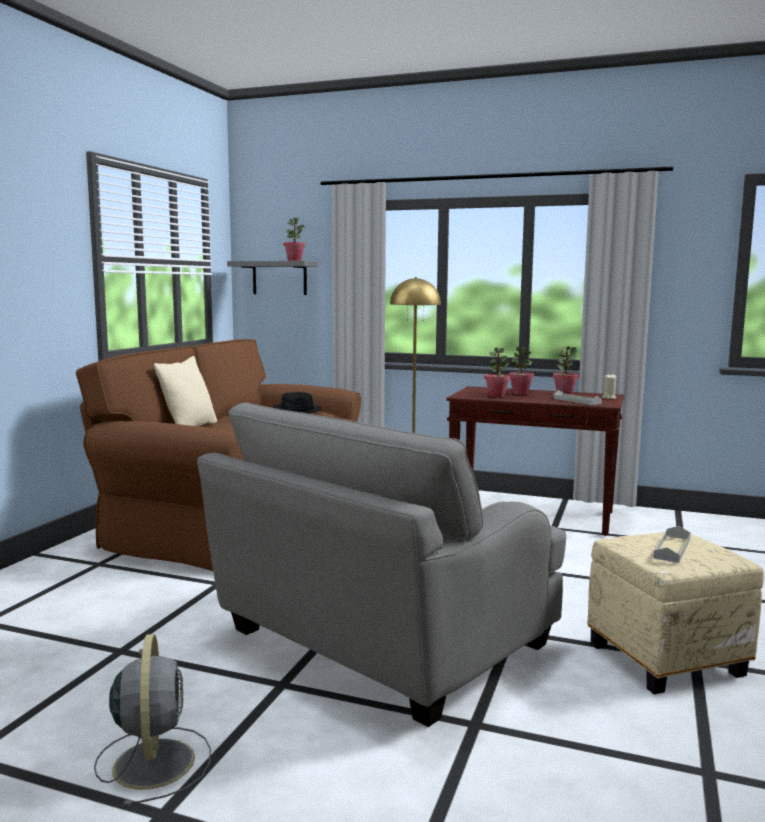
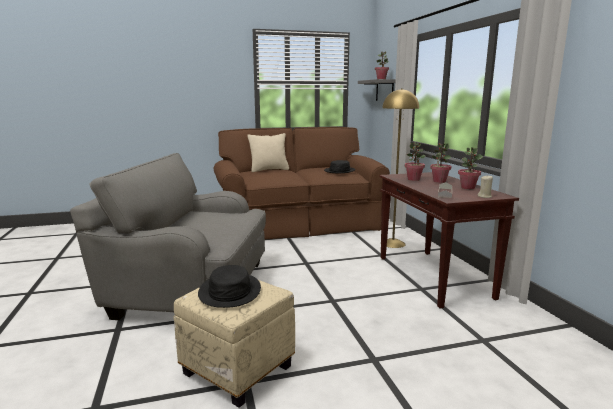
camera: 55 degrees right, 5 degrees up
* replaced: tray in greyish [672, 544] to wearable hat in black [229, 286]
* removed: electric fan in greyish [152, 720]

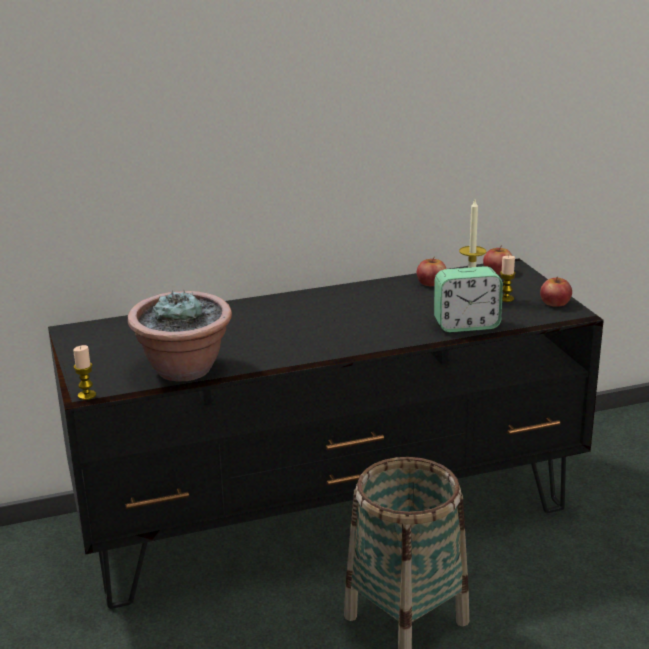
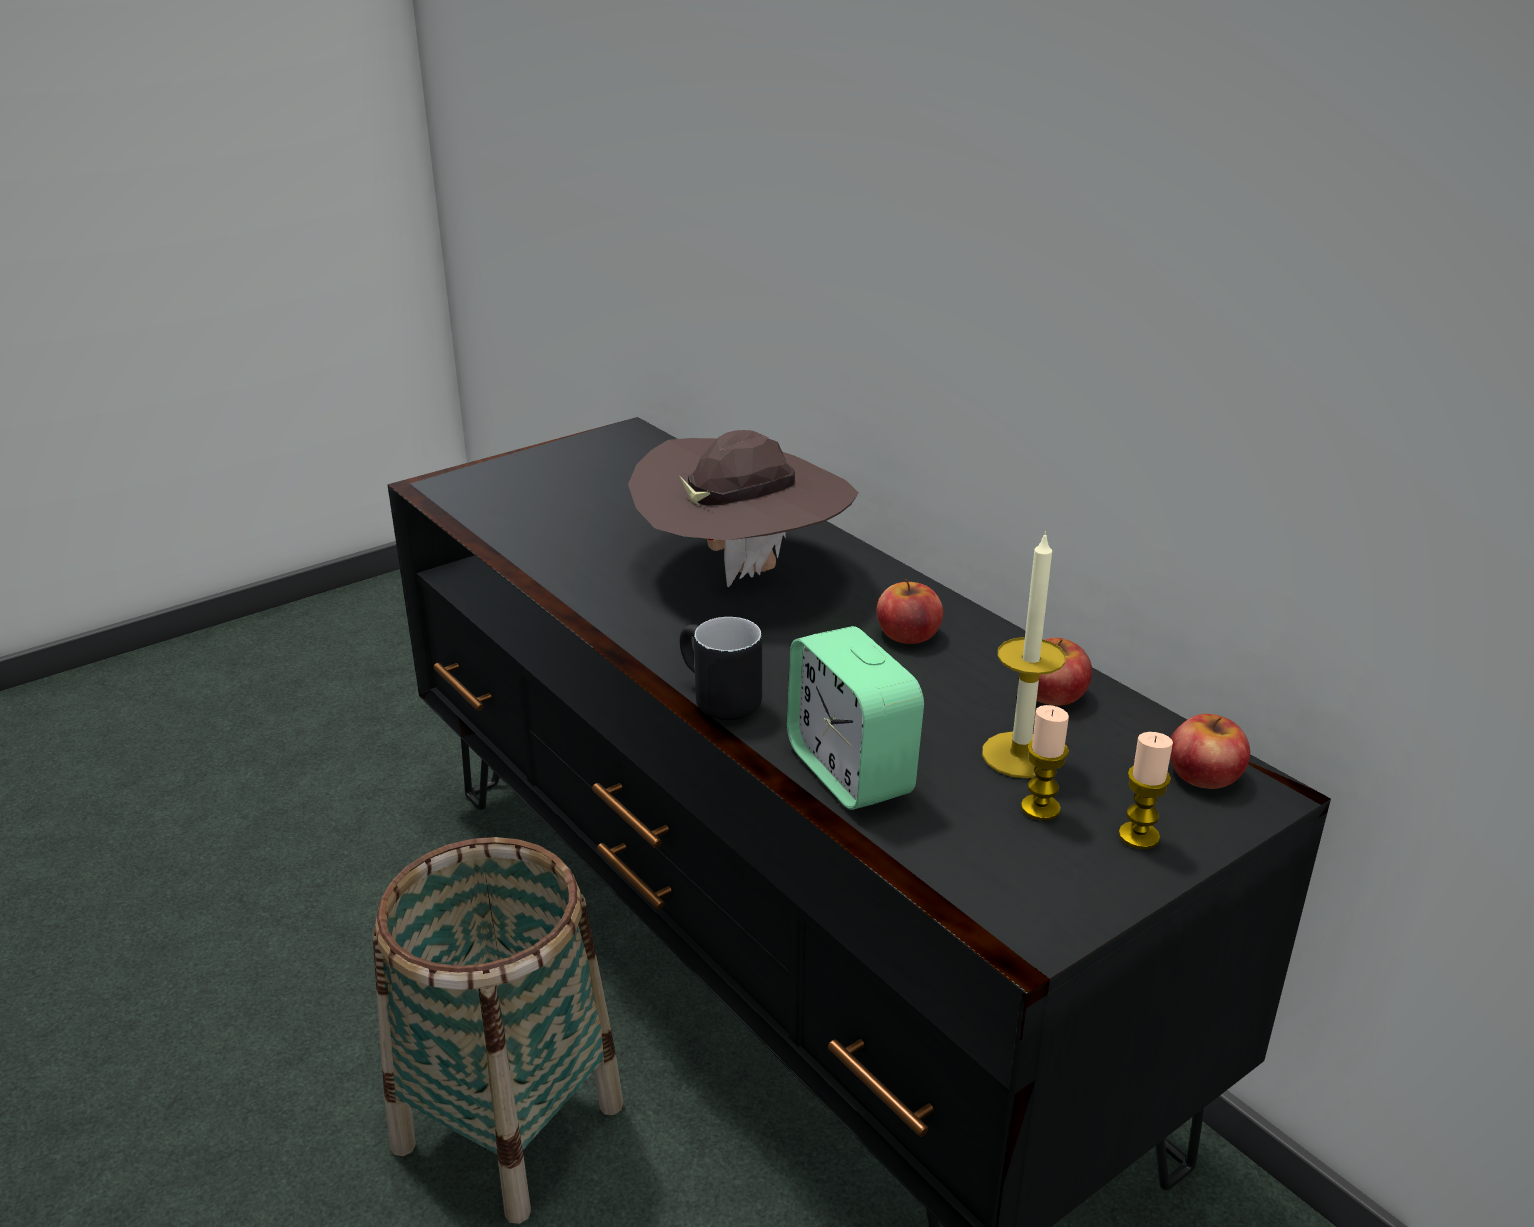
camera: 70 degrees right, 5 degrees up
* added: wearable hat in brown [743, 508]
* added: tea mug in black [721, 668]
* moved: apple fruit [556, 291] to [909, 611]
* moved: wax candle [84, 372] to [1146, 790]
* removed: potted plant [180, 336]

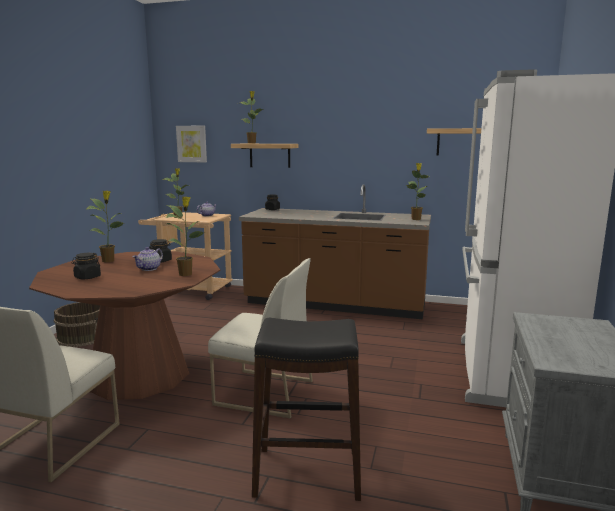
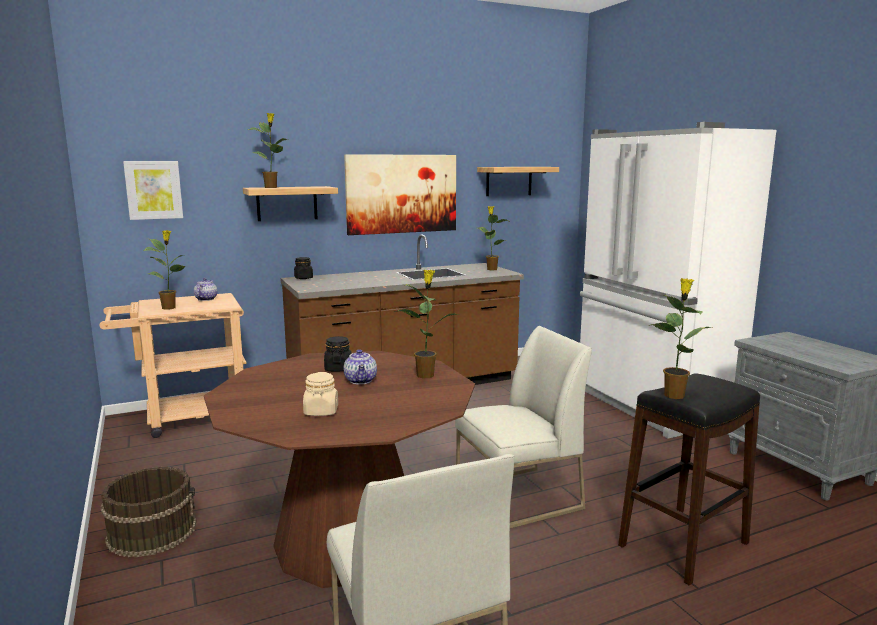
camera: 40 degrees left, 0 degrees up
* recoloured: jar in black [86, 266] to jar in beige [320, 394]
* added: picture [400, 194]
* moved: potted plant [105, 226] to [681, 338]

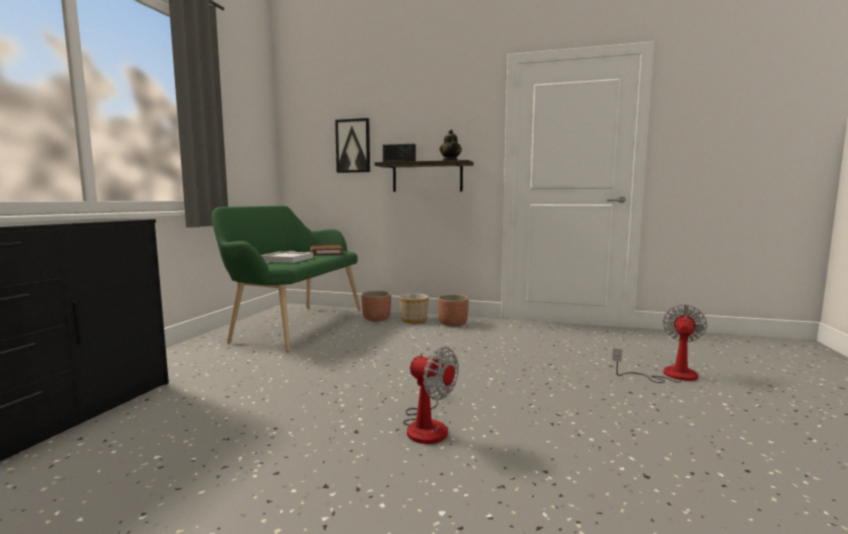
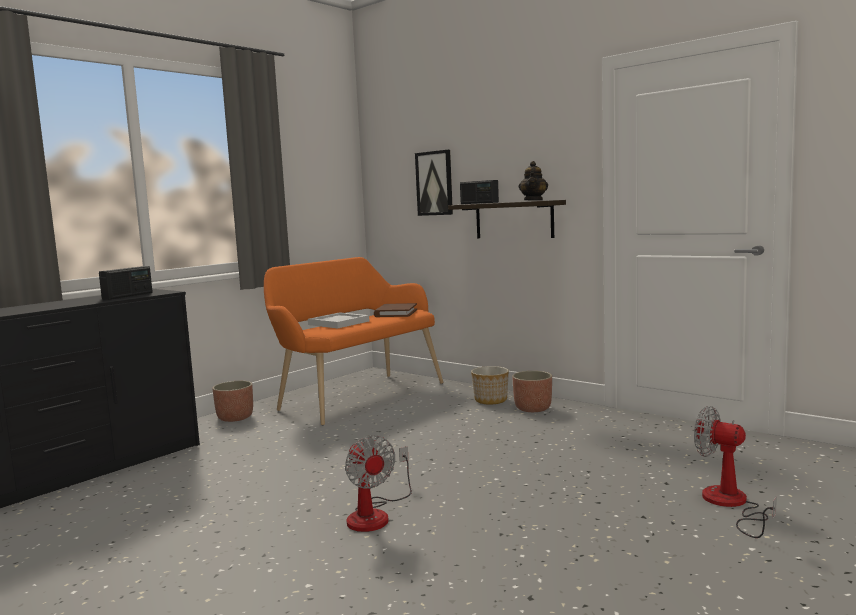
camera: 25 degrees right, 0 degrees up
* added: radio [126, 283]
* moved: planter [376, 306] to [232, 401]
* recoloured: indoor bench in green-coloured [286, 279] to indoor bench in orange [353, 341]
* turned: electric fan [659, 344] = [735, 472] 105 degrees counterclockwise

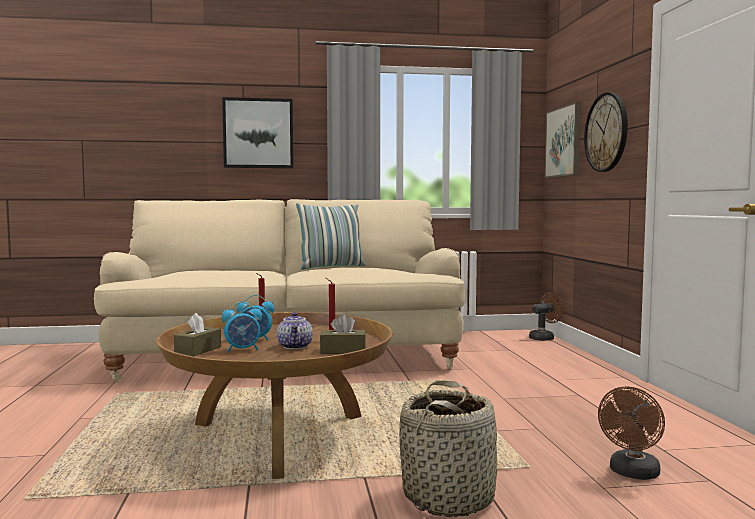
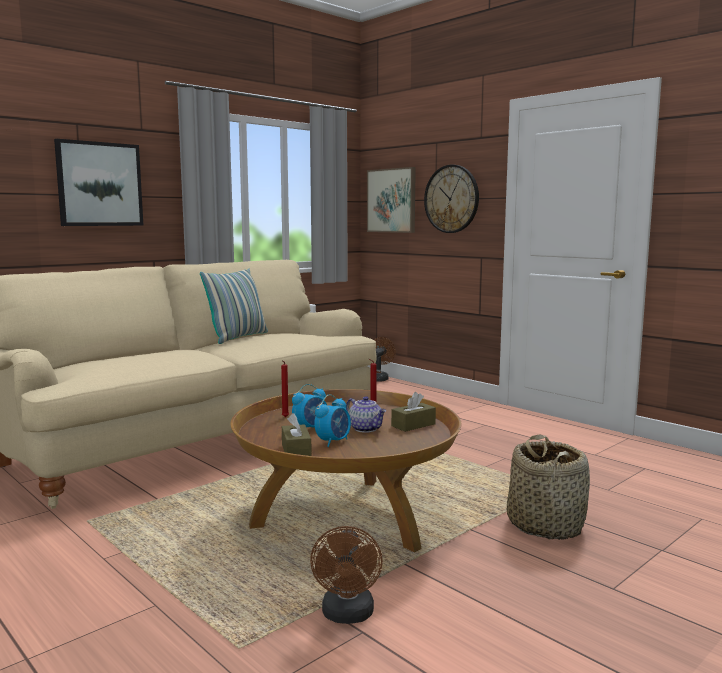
camera: 35 degrees left, 5 degrees up
* moved: electric fan in brown [631, 433] to [346, 575]

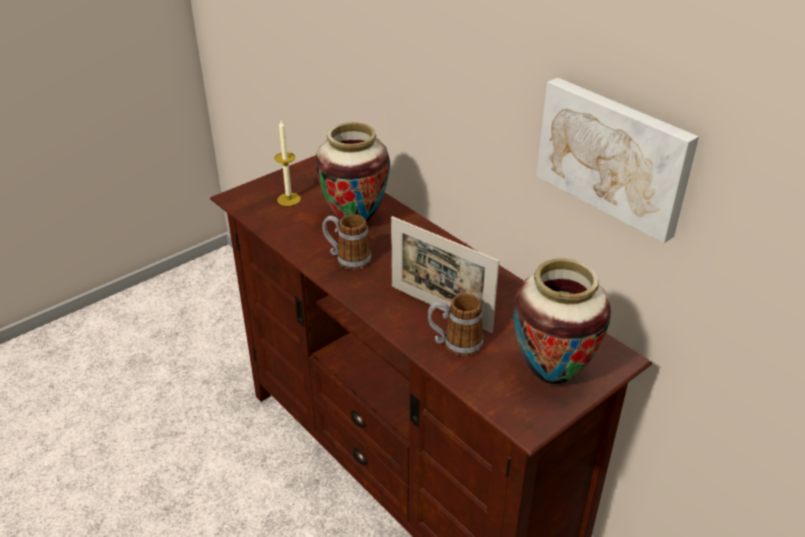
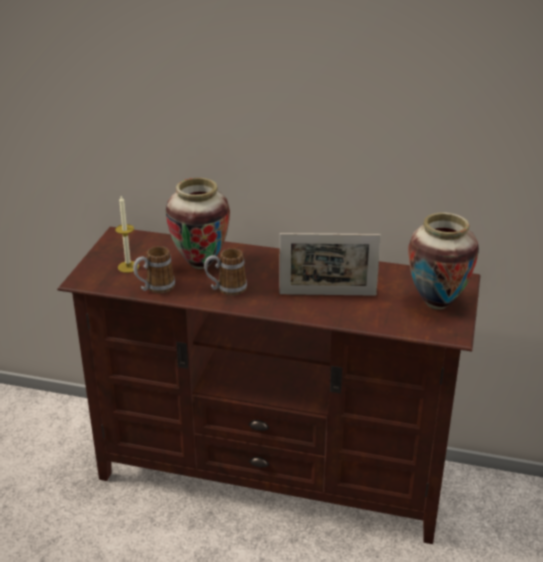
camera: 35 degrees left, 5 degrees down
* moved: tea mug [455, 324] to [154, 269]
* removed: picture [617, 160]

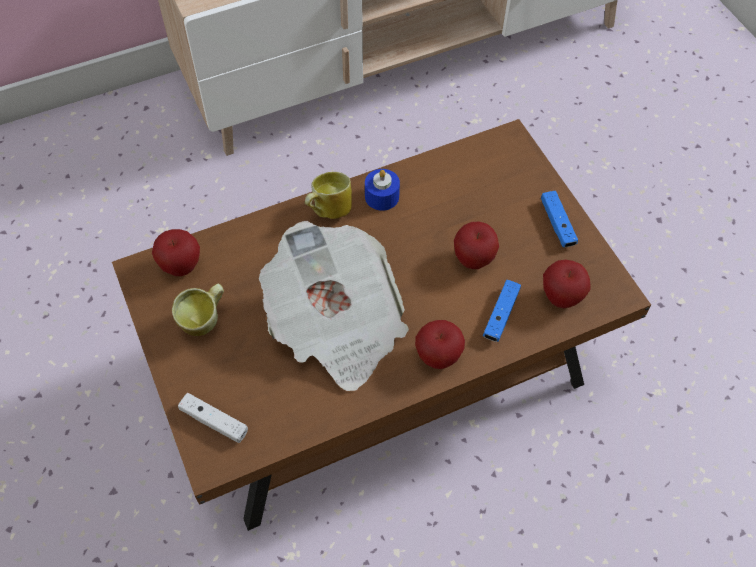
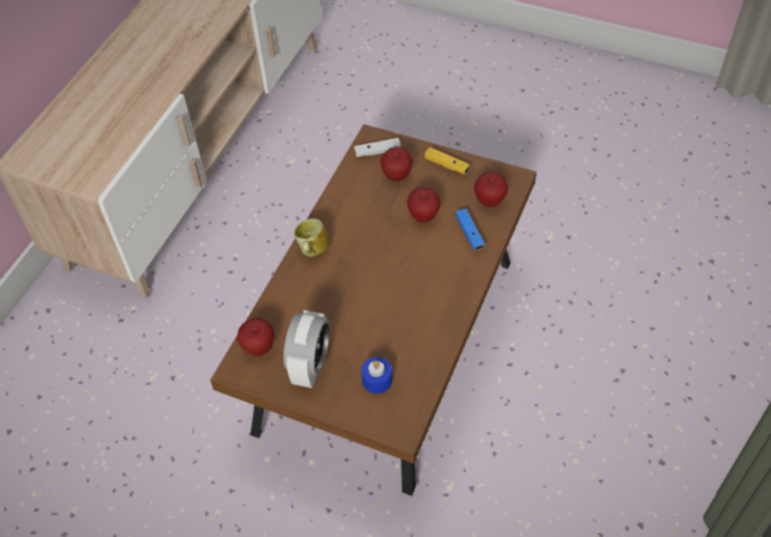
camera: 40 degrees left, 5 degrees down
* replaced: tea mug [198, 310] to bedside clock [306, 349]
* moved: joypad in whitish [213, 418] to [377, 147]
* moved: wax candle in bluish [382, 190] to [376, 375]
* moved: apple fruit [440, 344] to [396, 164]
* recoloured: joypad in bluish [559, 219] to joypad in yellow-coloured [447, 160]
* removed: newspaper [334, 306]

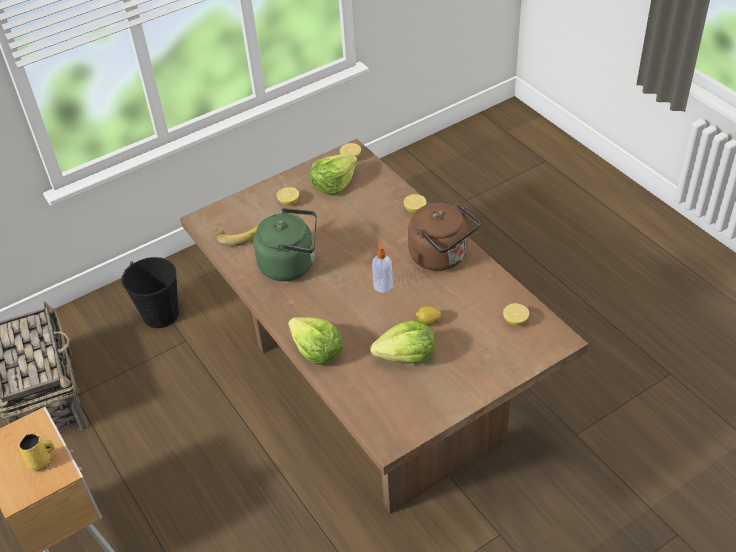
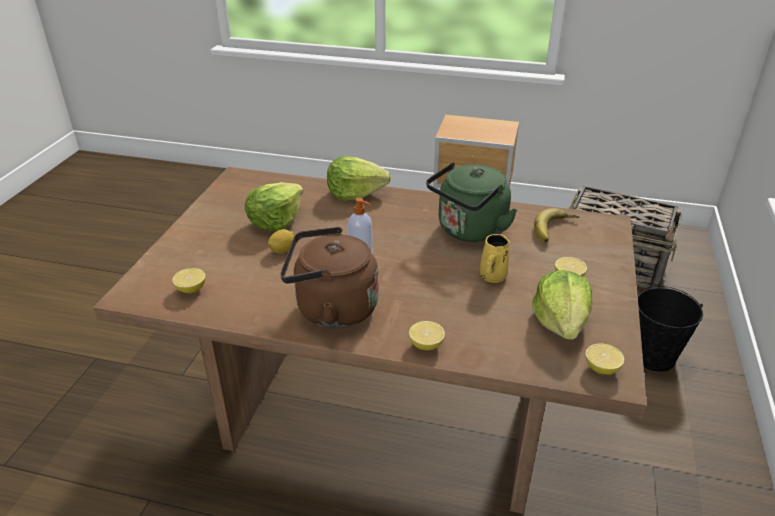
camera: 135 degrees right, 10 degrees down
* moved: tea mug in yellow-coloured [36, 452] to [494, 258]

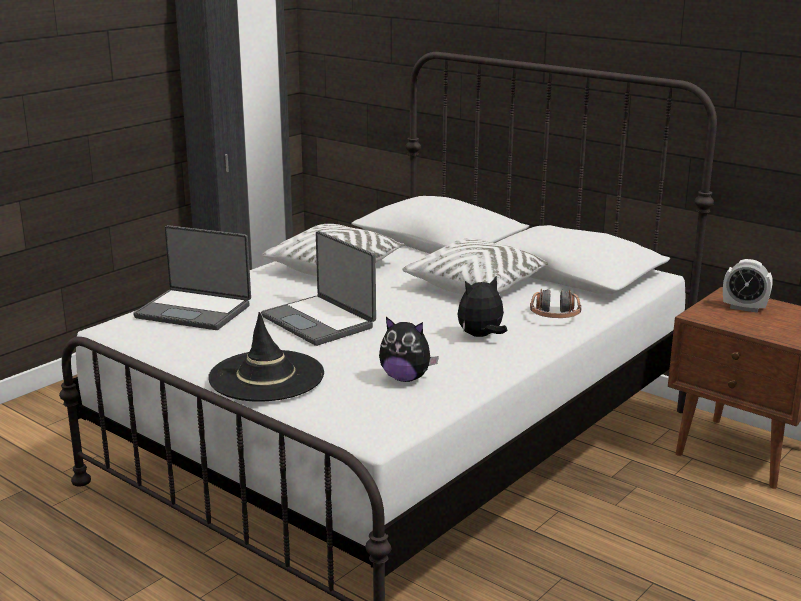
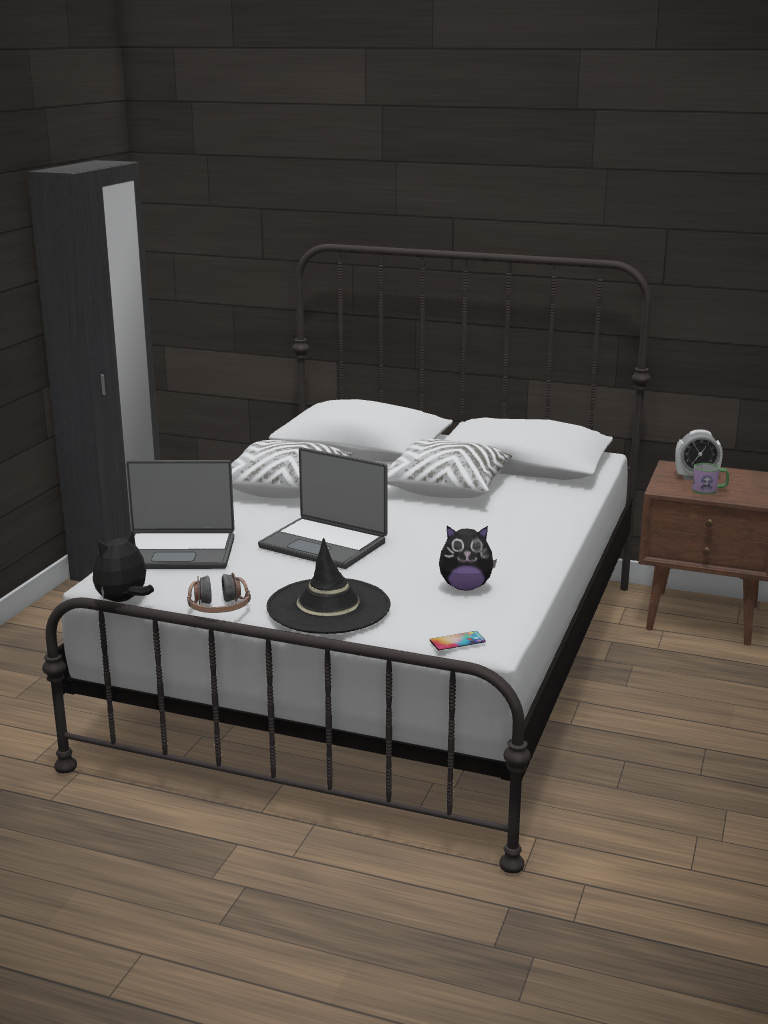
camera: 20 degrees left, 0 degrees up
* moved: cuddly toy [482, 306] to [123, 565]
* moved: headphones [556, 303] to [219, 593]
* added: handset [458, 641]
* added: tea mug [710, 479]

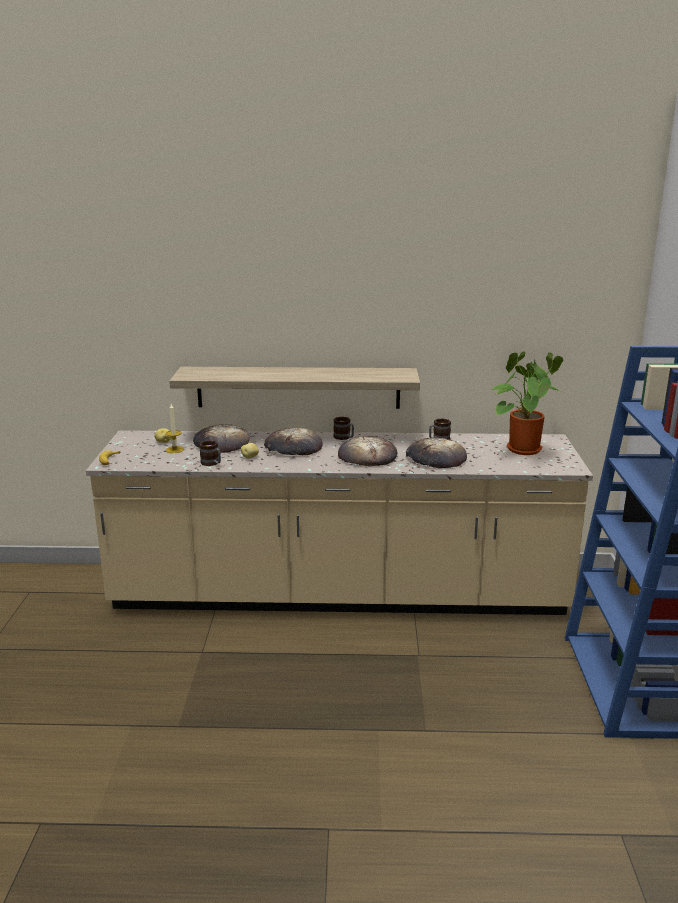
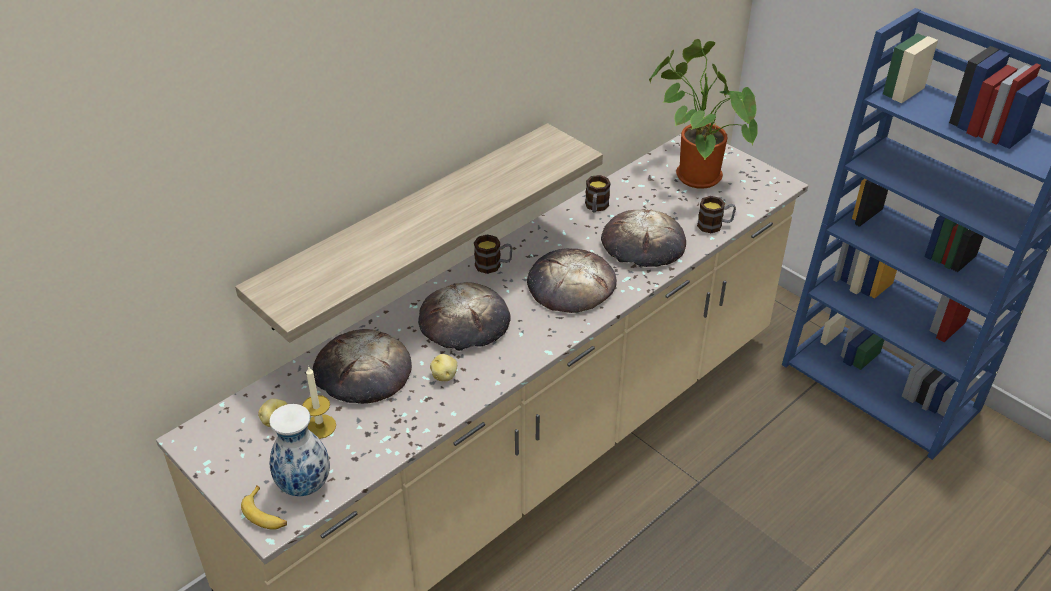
camera: 45 degrees left, 20 degrees up
* added: flower vase [299, 450]
* moved: tea mug [210, 453] to [716, 214]

